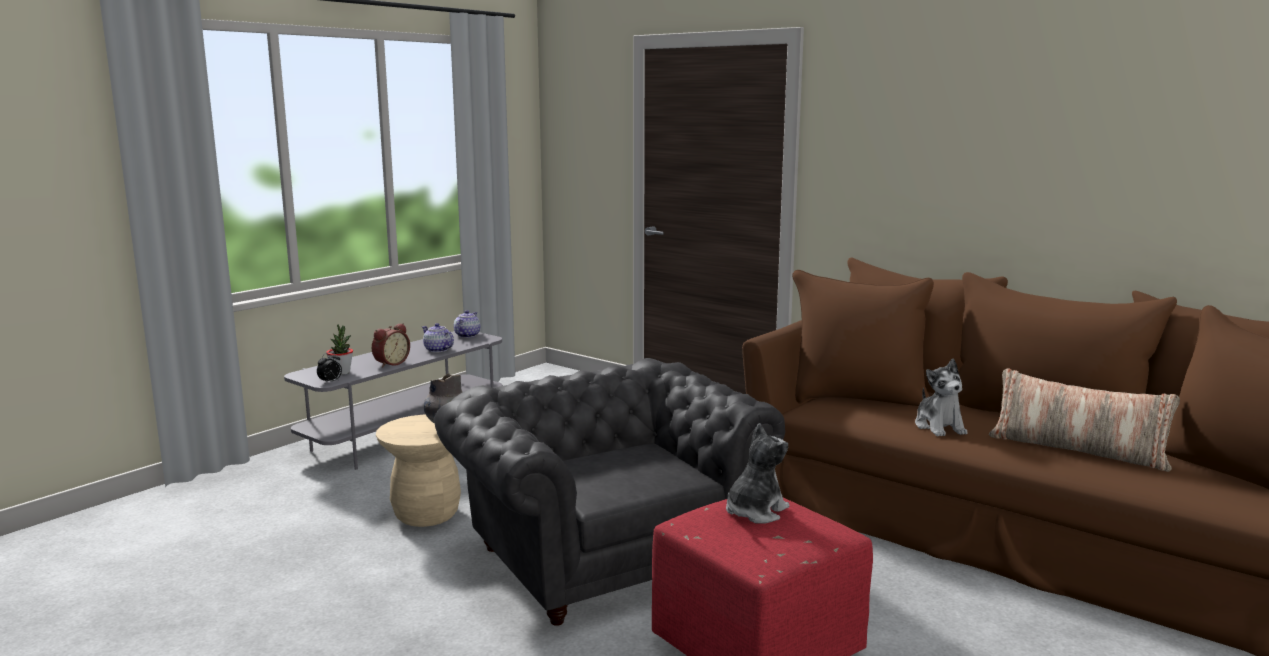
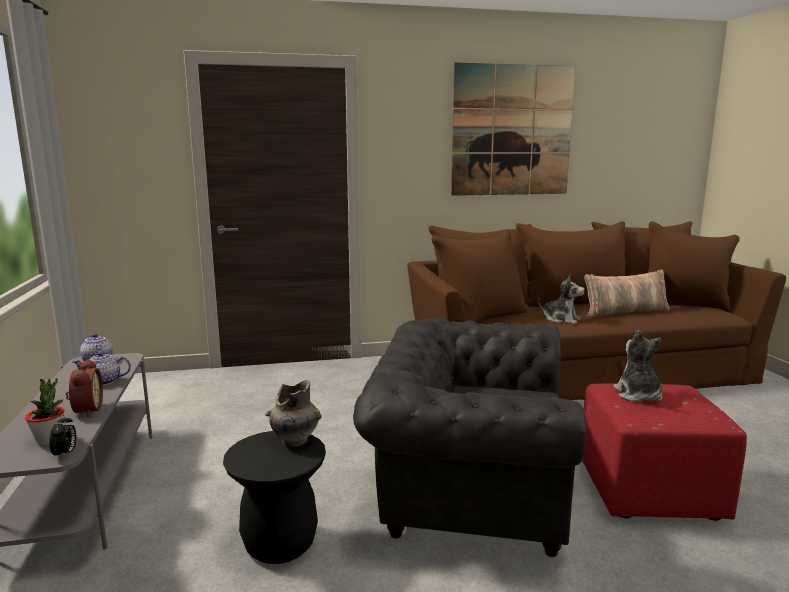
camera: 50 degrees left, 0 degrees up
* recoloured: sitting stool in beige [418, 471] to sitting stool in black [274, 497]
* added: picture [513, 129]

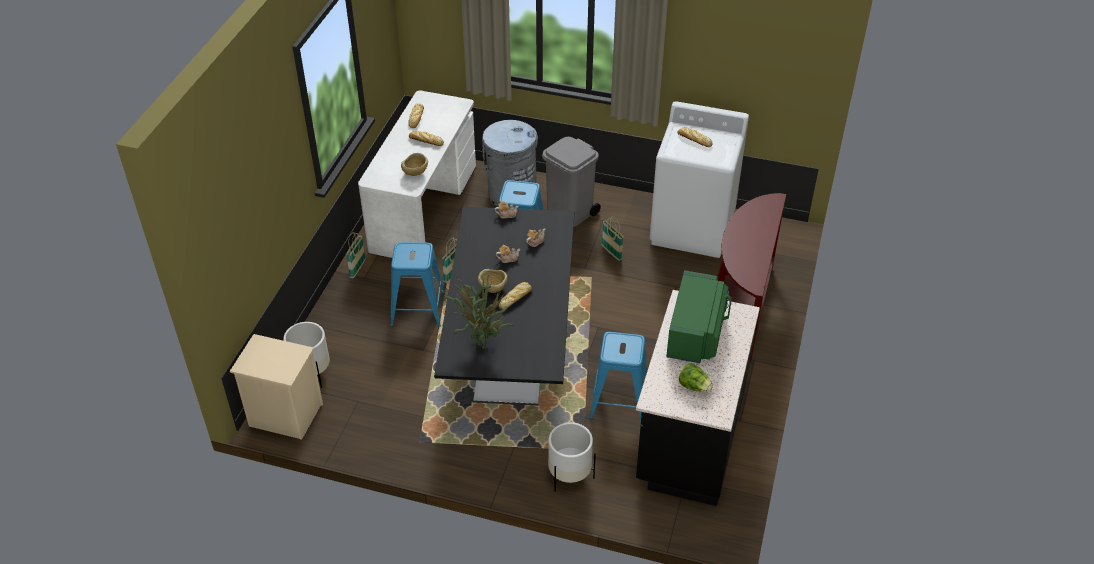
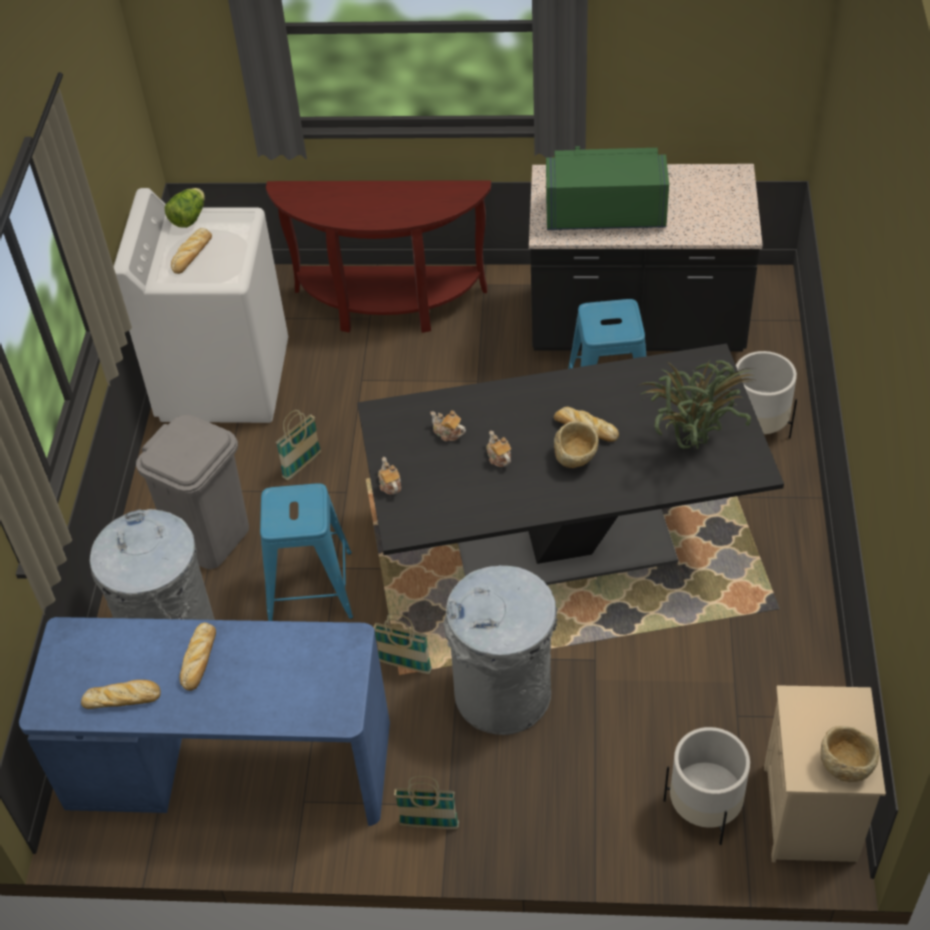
camera: 100 degrees left, 5 degrees up
* recoloured: desk table in whitish [417, 175] to desk table in bluish [204, 721]
* moved: head of lettuce [696, 377] to [184, 208]
* replaced: sitting stool in bluish [417, 284] to waste bin in greyish [500, 650]
* moved: deep dish in beige [414, 164] to [850, 754]

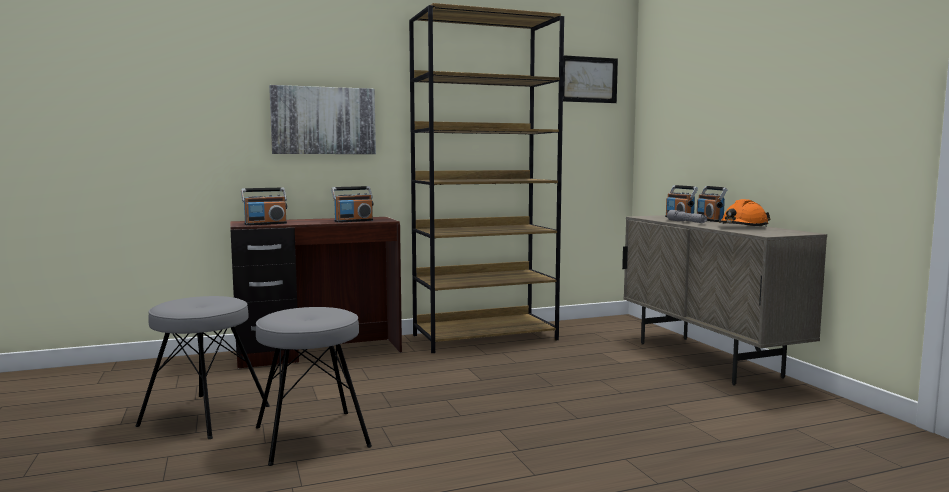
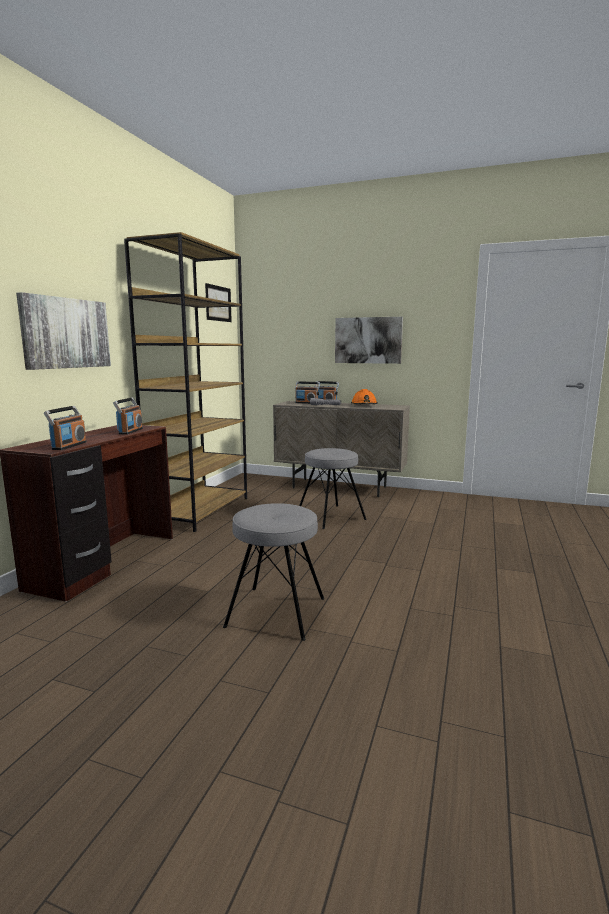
camera: 50 degrees left, 5 degrees up
* moved: sitting stool in greyish [202, 367] to [333, 488]
* added: picture [369, 340]

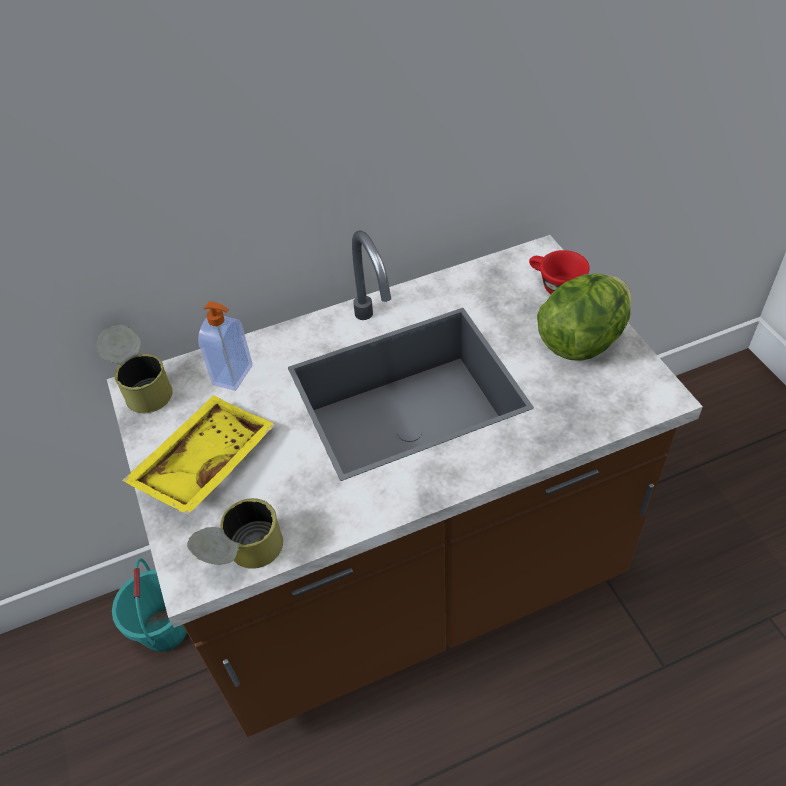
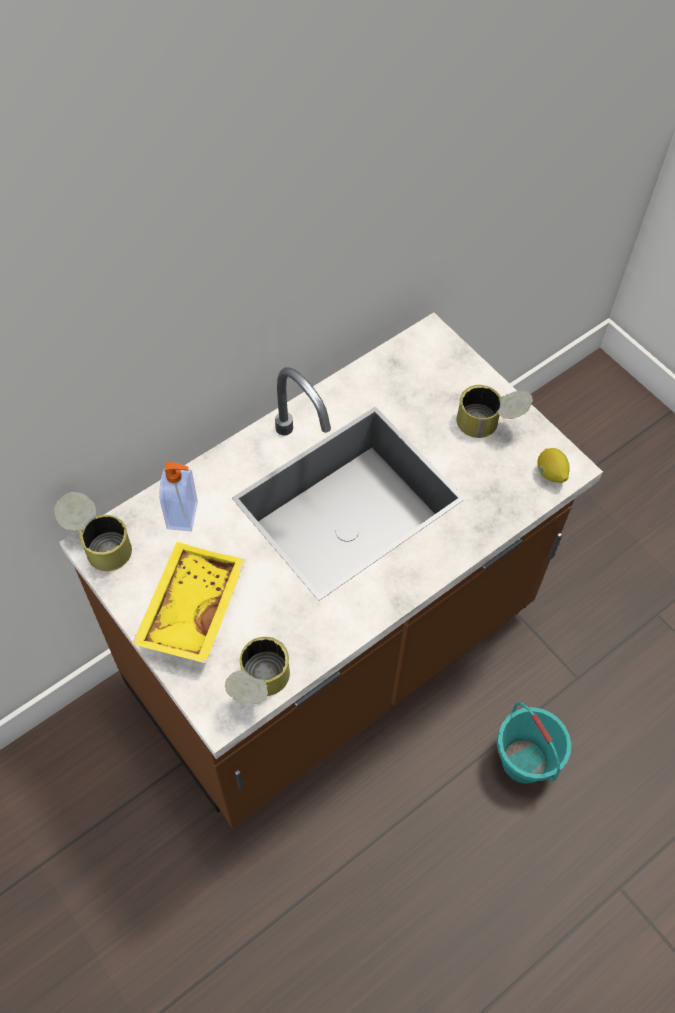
camera: 20 degrees left, 10 degrees up
* replaced: head of lettuce [584, 317] to sealed can [494, 411]
* moved: bucket in turquoise [149, 605] to [534, 743]
* added: lemon [553, 465]
* removed: drinking cup in reddish [559, 272]

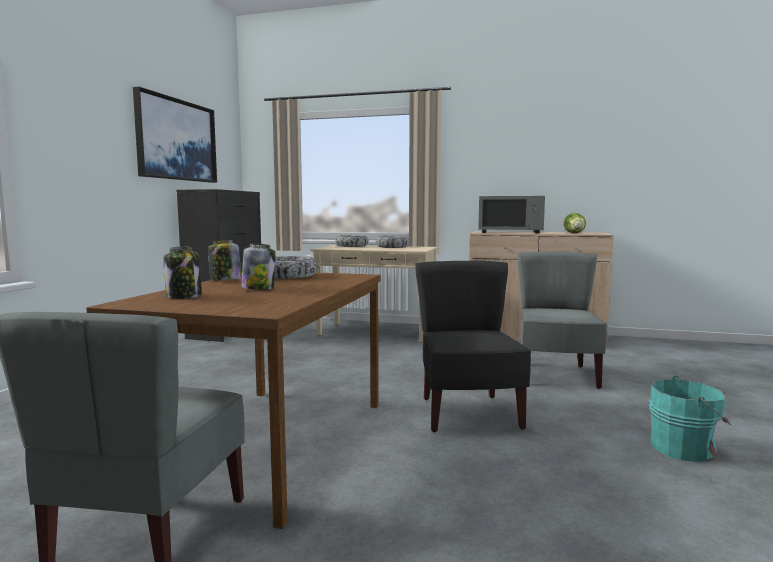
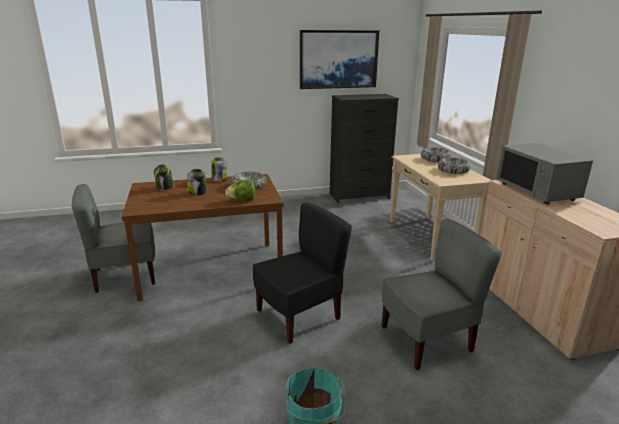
camera: 60 degrees right, 15 degrees up
* moved: head of lettuce [575, 223] to [240, 190]

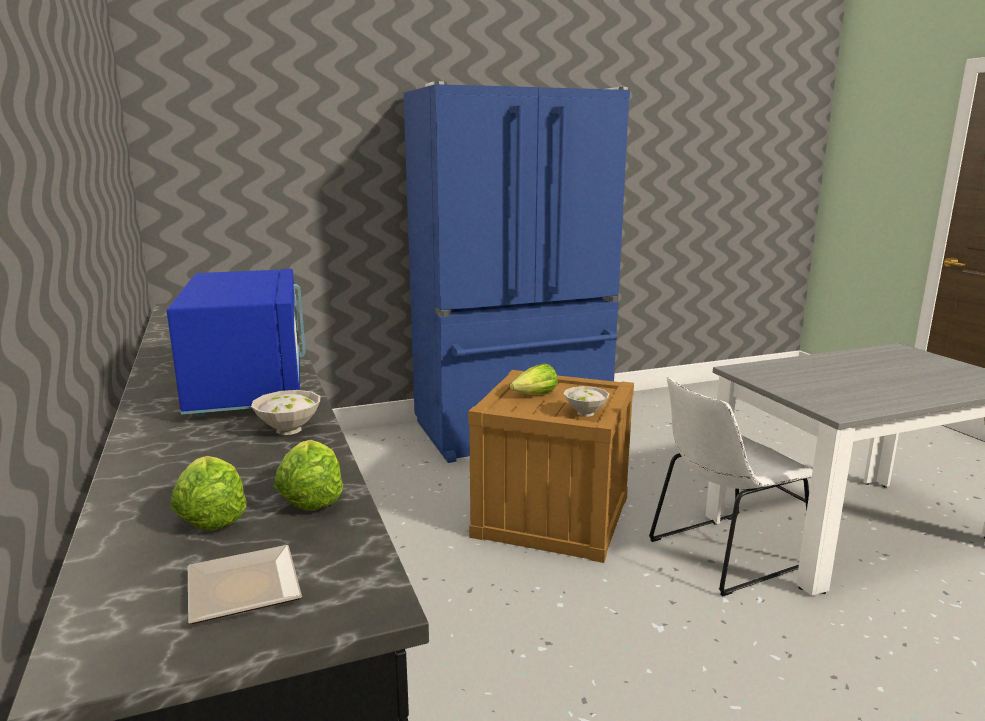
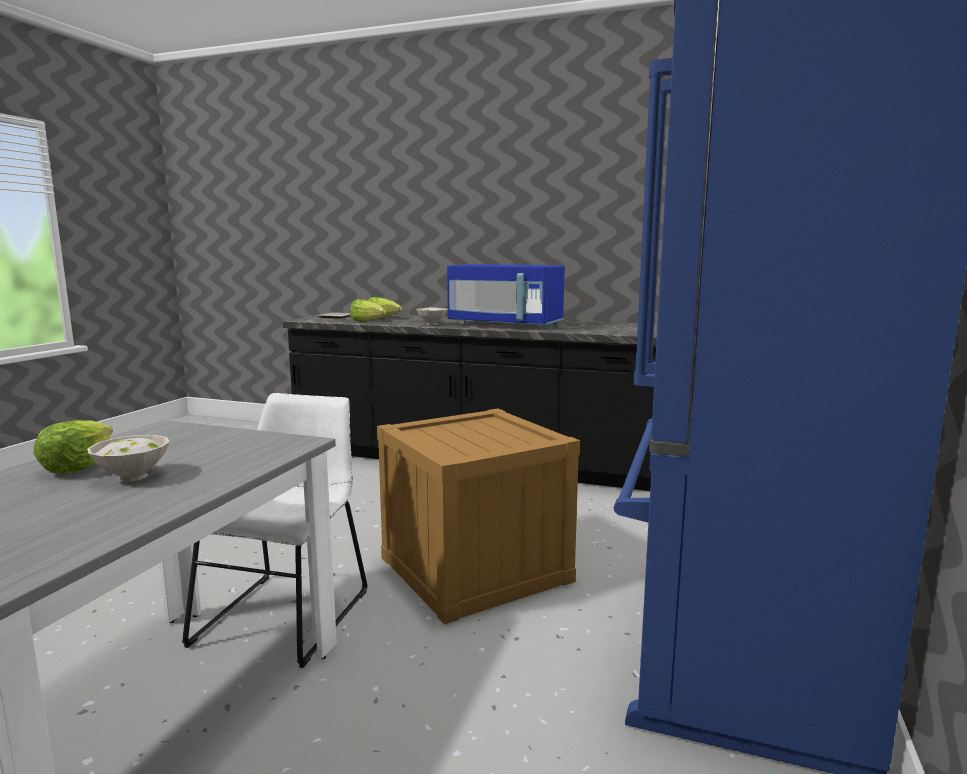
camera: 130 degrees right, 5 degrees down
* moved: head of lettuce [533, 379] to [73, 447]
* moved: deep dish in whitish [586, 401] to [128, 458]

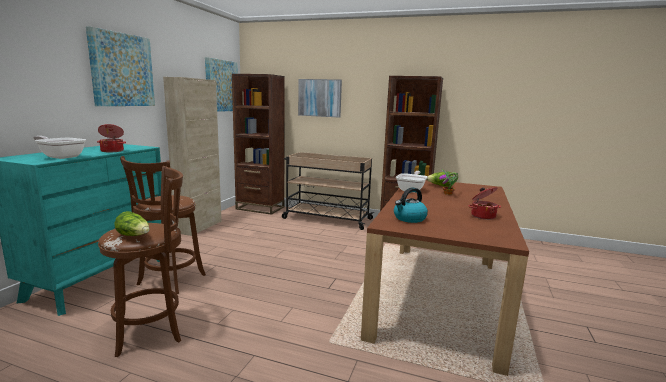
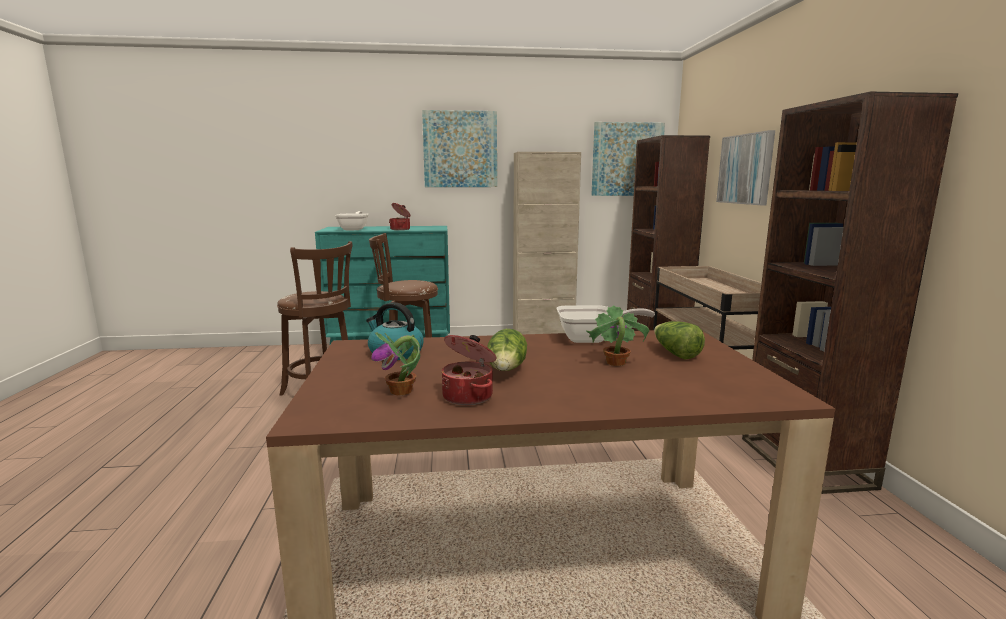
camera: 65 degrees right, 0 degrees up
* added: potted plant [395, 363]
* moved: head of lettuce [132, 223] to [507, 350]

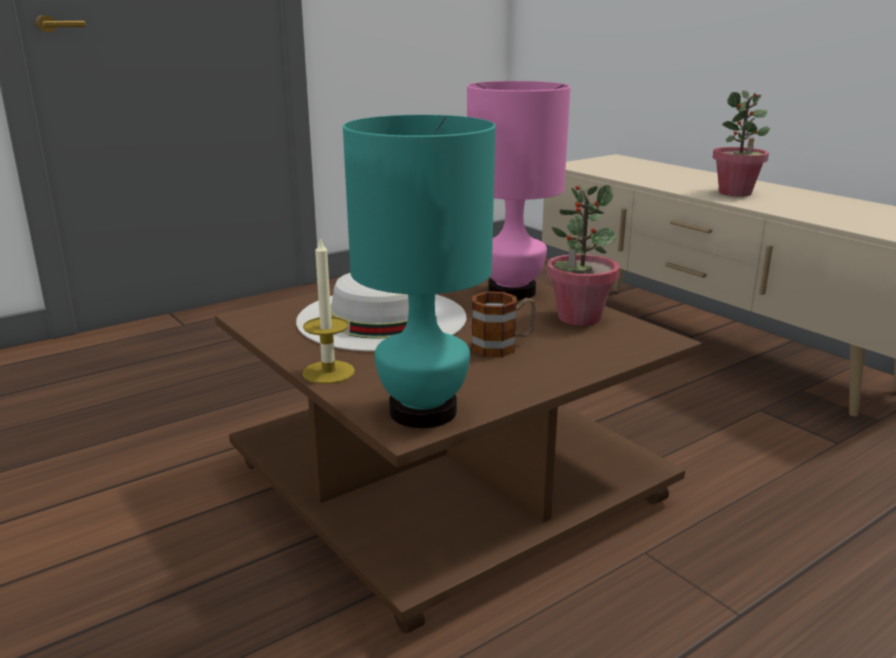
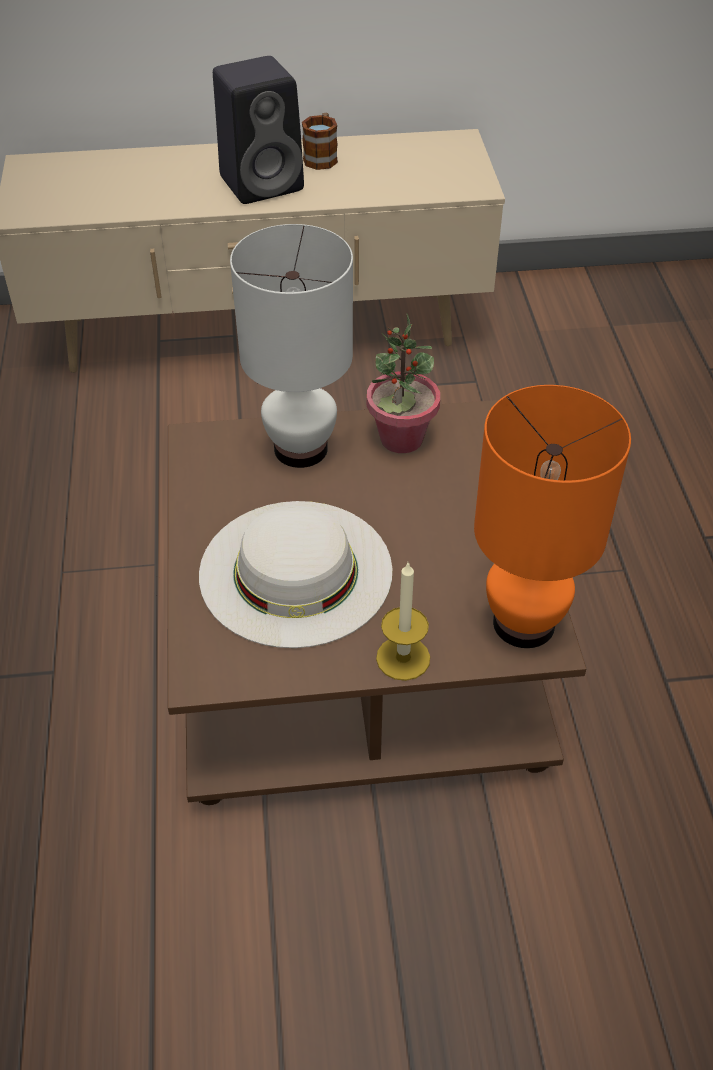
camera: 60 degrees left, 25 degrees up
* replaced: potted plant [741, 143] to speaker in black [258, 130]
* recoloured: tabletop lamp in pink-coloured [518, 190] to tabletop lamp in whitish [291, 346]
* moved: tea mug [503, 324] to [320, 141]
* recoloured: tabletop lamp in turquoise [419, 271] to tabletop lamp in orange [552, 516]

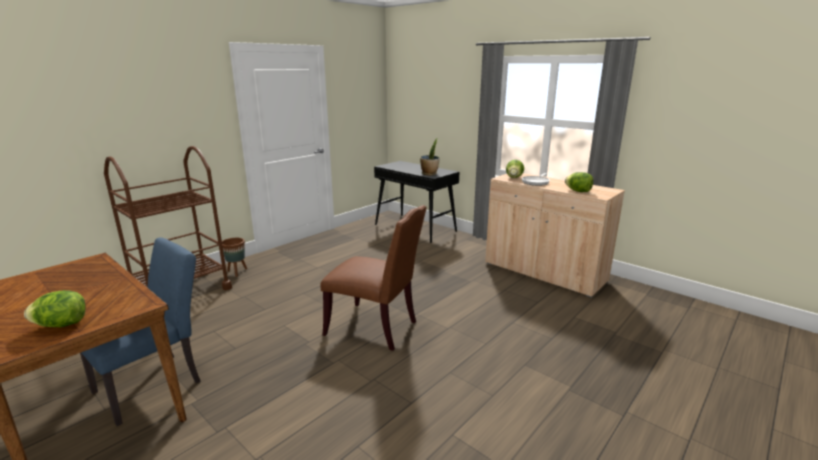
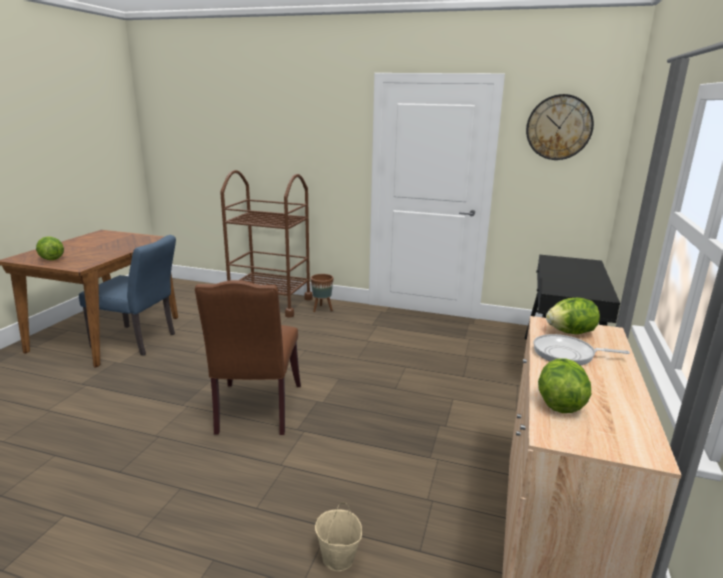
camera: 65 degrees right, 0 degrees up
* added: bucket in beige [338, 537]
* added: wall clock [560, 127]
* removed: potted plant [429, 157]

